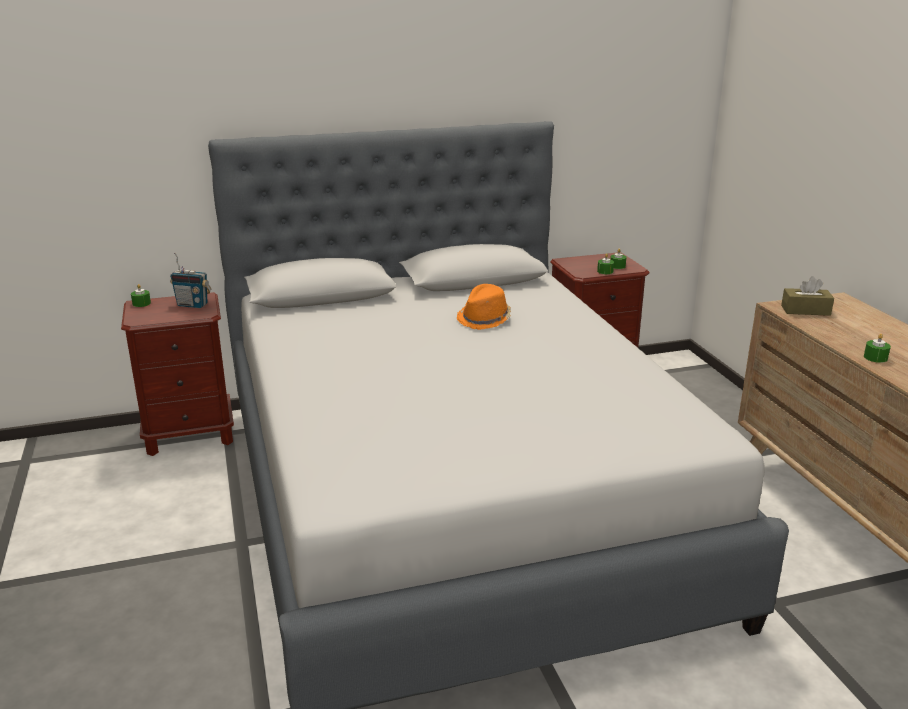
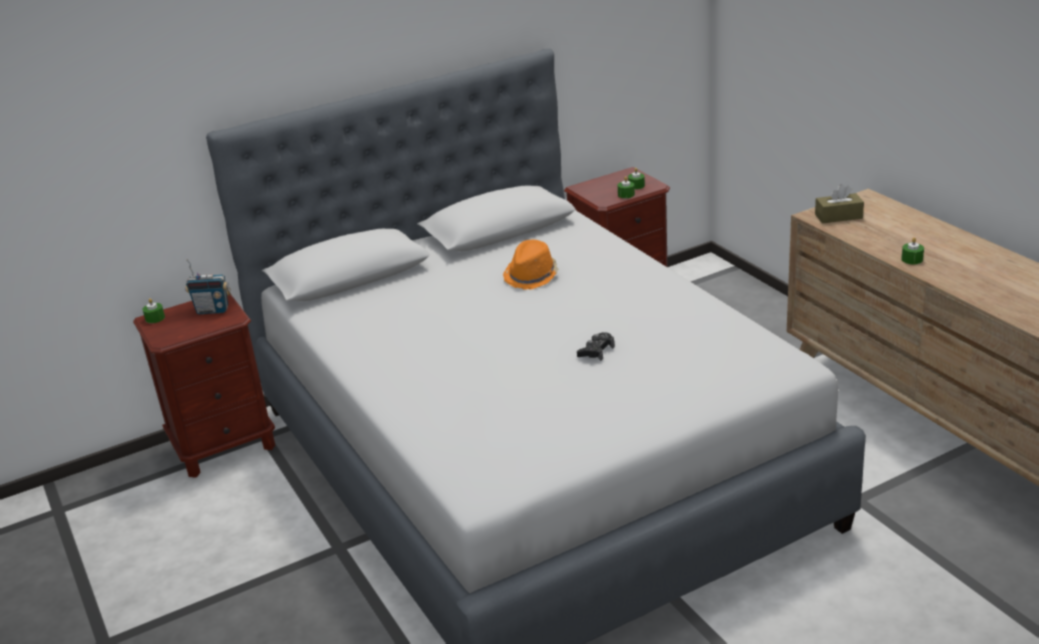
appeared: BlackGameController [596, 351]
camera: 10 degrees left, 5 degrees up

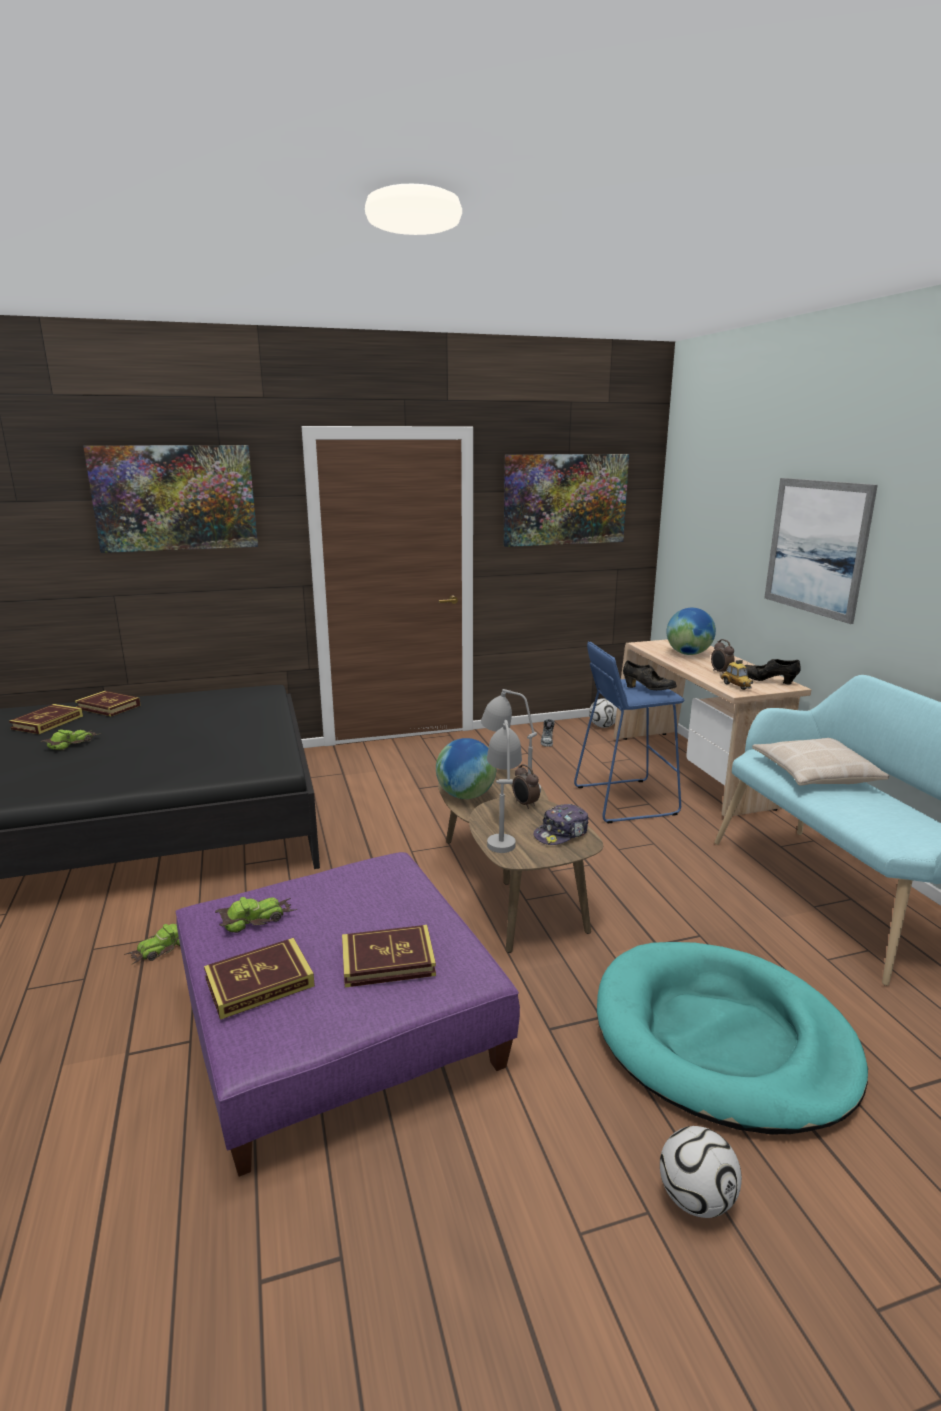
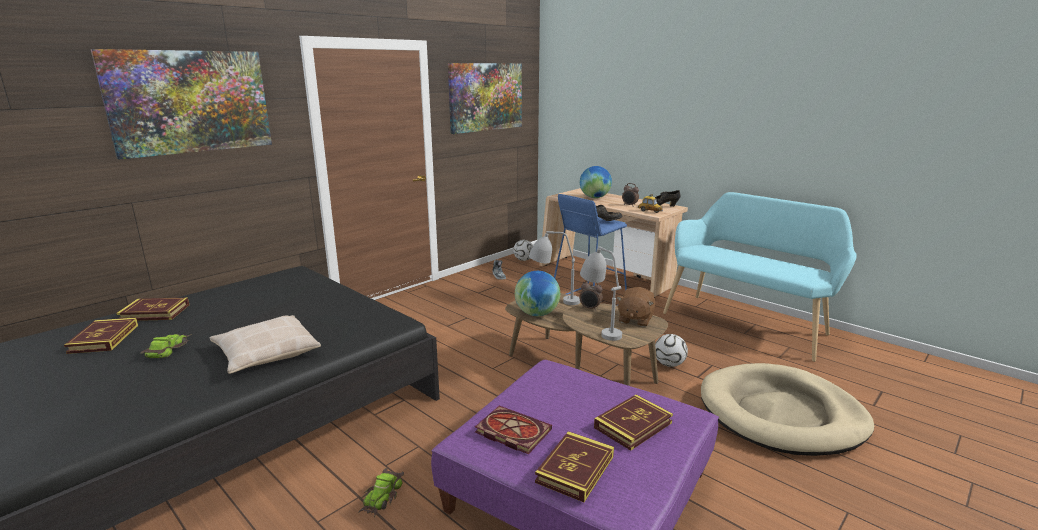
missing: Picture [816, 547]
relocated: BeigePillow [814, 774] to [266, 353]; Football [696, 1198] to [669, 364]
exchanged: ToyCar [256, 918] to Book [510, 431]; Cap [561, 833] to BrownPlushToy [635, 319]
colour: TurquoiseDogBed [722, 1039] to BeigeDogBed [781, 414]
camera: 30 degrees left, 0 degrees up

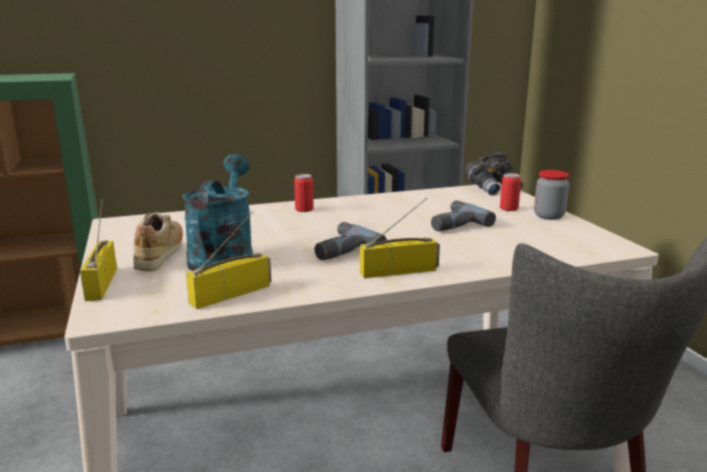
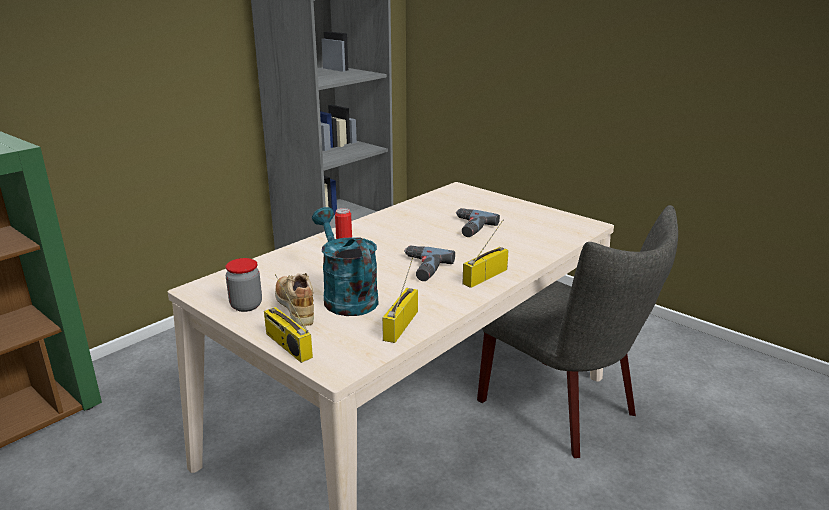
missing: GreyBinoculars [493, 189]; Can [508, 208]
relocated: Jar [549, 216] to [246, 306]
camera: 30 degrees left, 5 degrees up

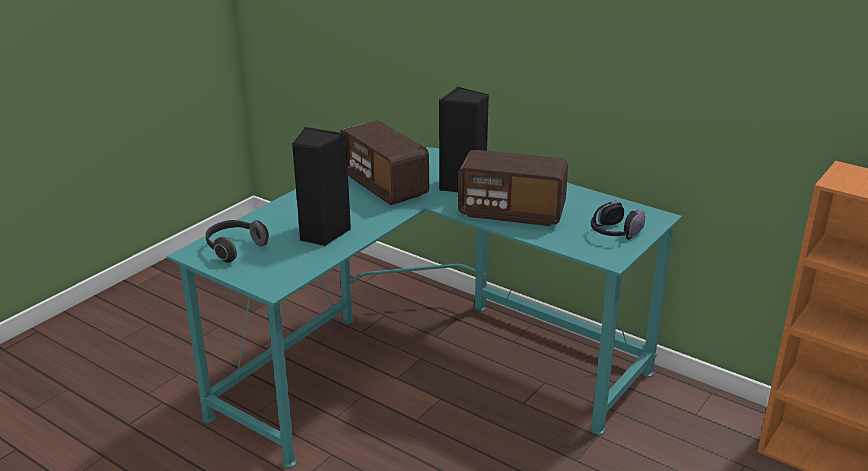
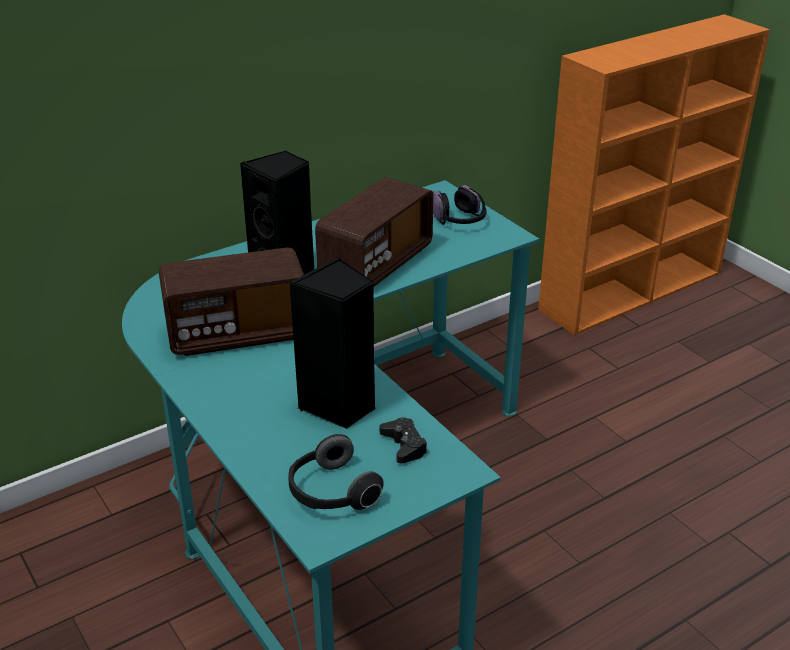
appeared: BlackGameController [404, 445]
camera: 70 degrees left, 5 degrees up

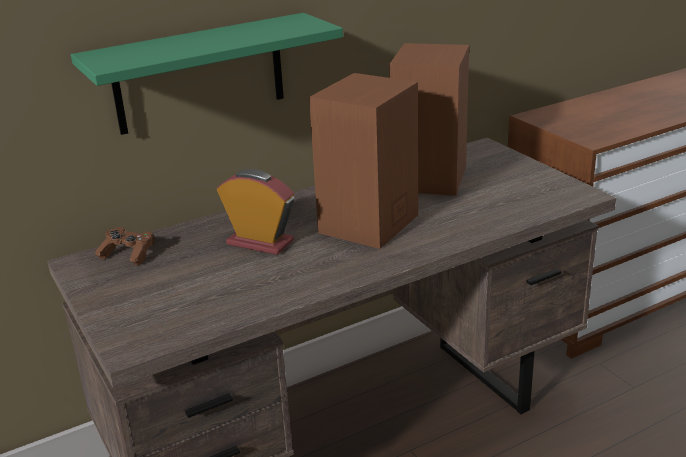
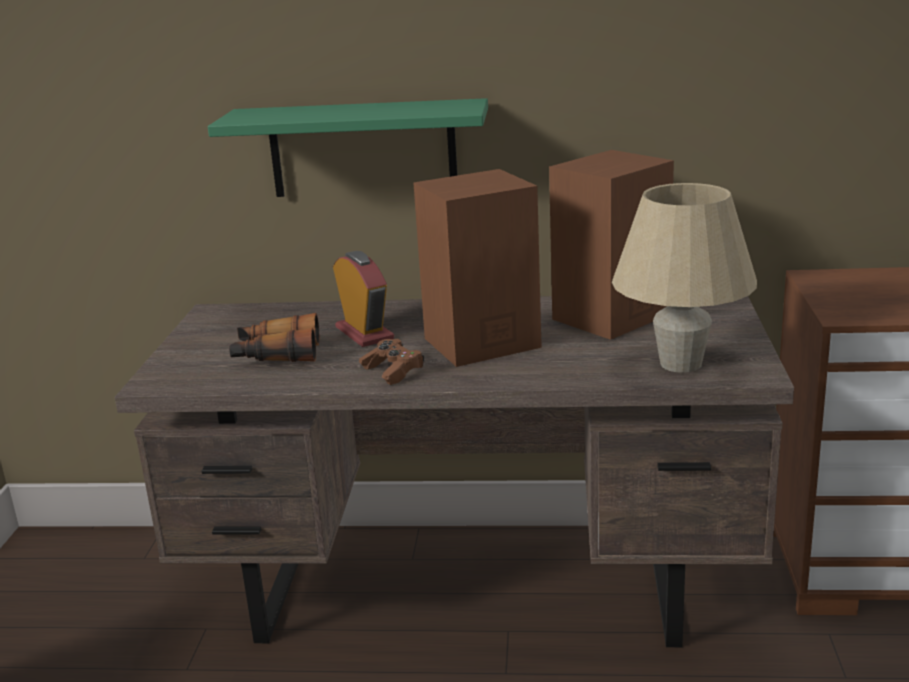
appeared: Binoculars [276, 354]; BeigeTableLamp [680, 364]
relocated: BrownGameController [128, 254] to [392, 371]
camera: 35 degrees right, 5 degrees down

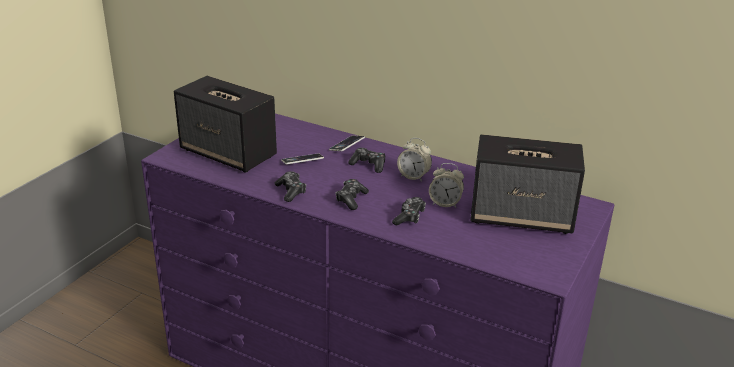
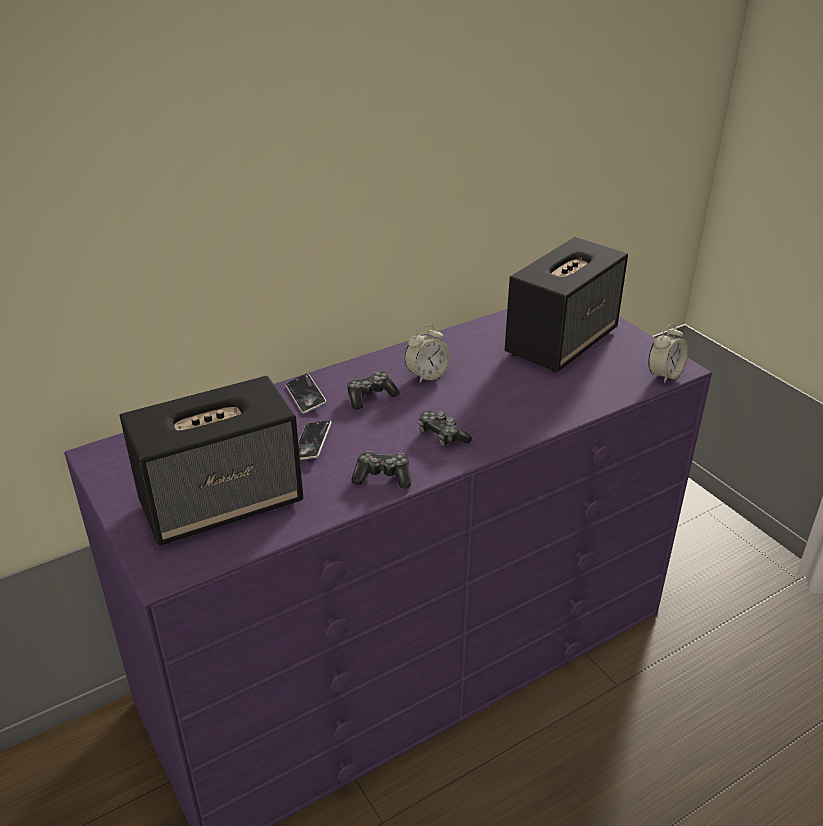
missing: GameController [409, 217]
relocated: AlarmClock [445, 203] to [664, 375]
camera: 60 degrees left, 5 degrees up

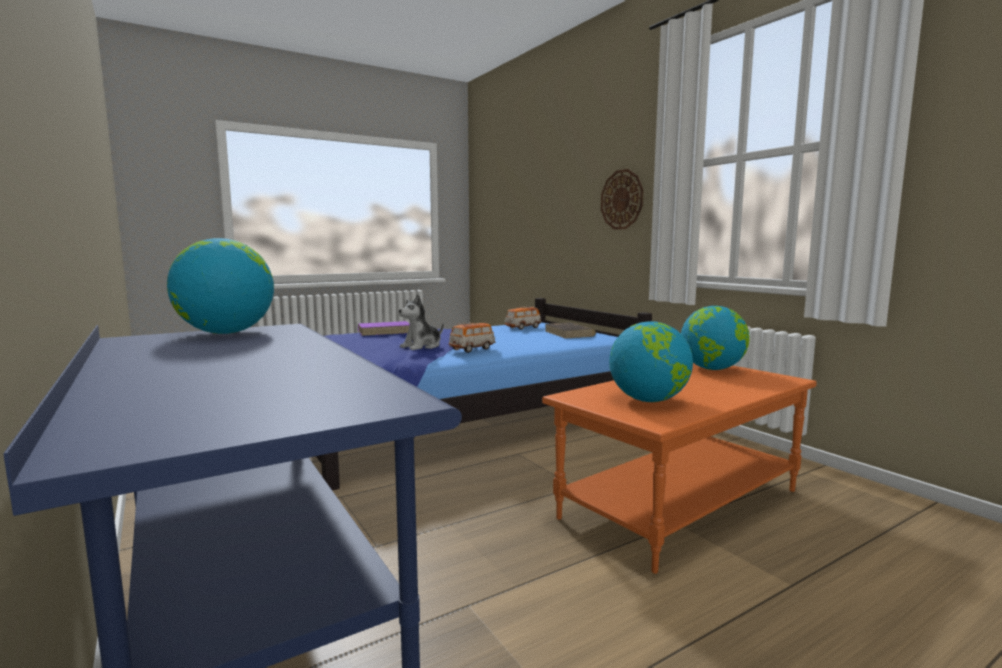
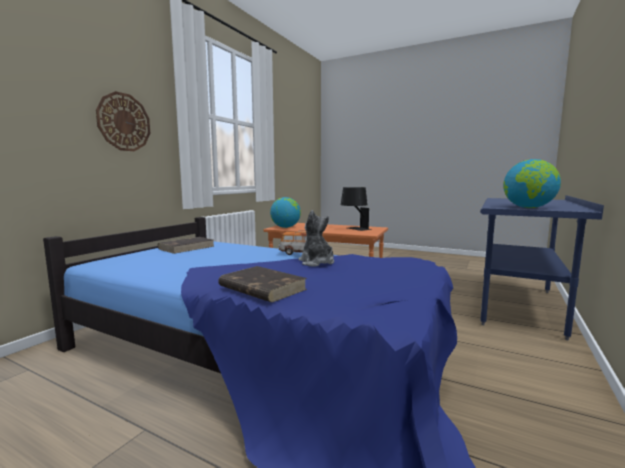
missing: ToyCar [522, 328]
exchanged: Globe [649, 400] to BlackTableLamp [355, 229]
colour: PurpleBook [385, 331] to BrownBook [261, 288]
spun: PlushToy [422, 346] = [317, 263] 135 degrees counterclockwise
camera: 120 degrees left, 0 degrees up

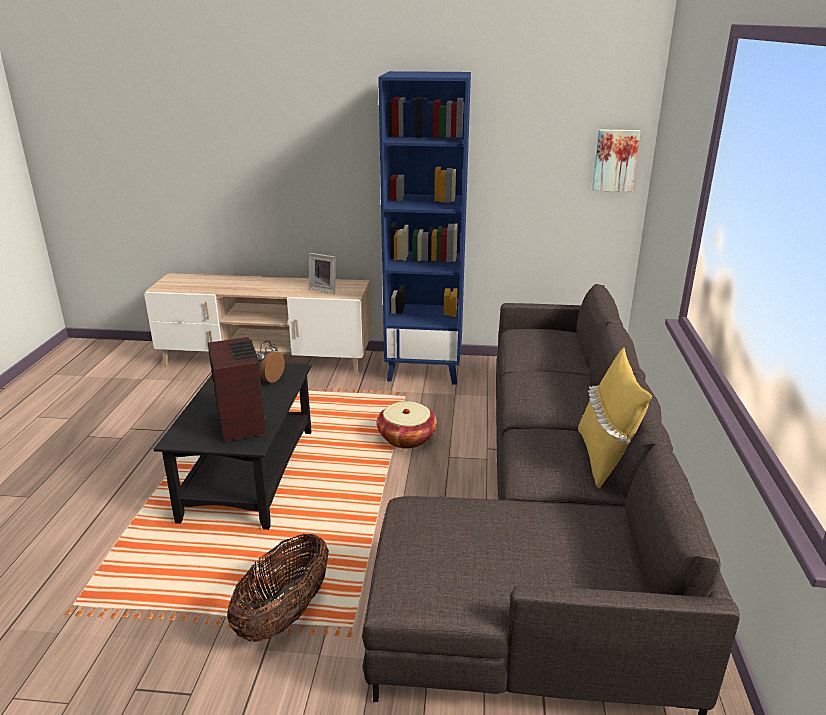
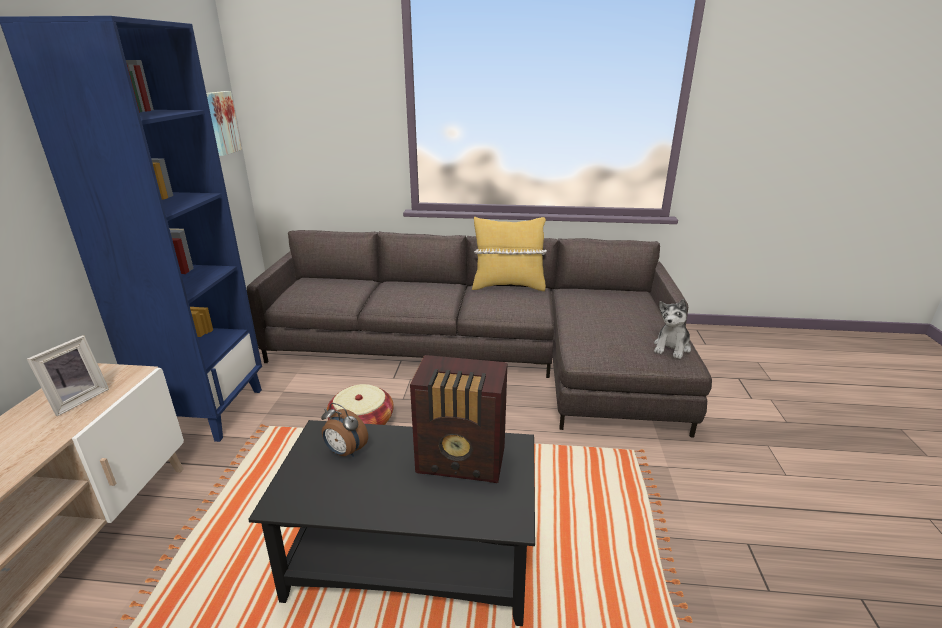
missing: Basket [284, 615]
appeared: PlushToy [672, 347]
spun: Radio [242, 422] = [462, 462] 150 degrees counterclockwise
camera: 90 degrees left, 0 degrees up

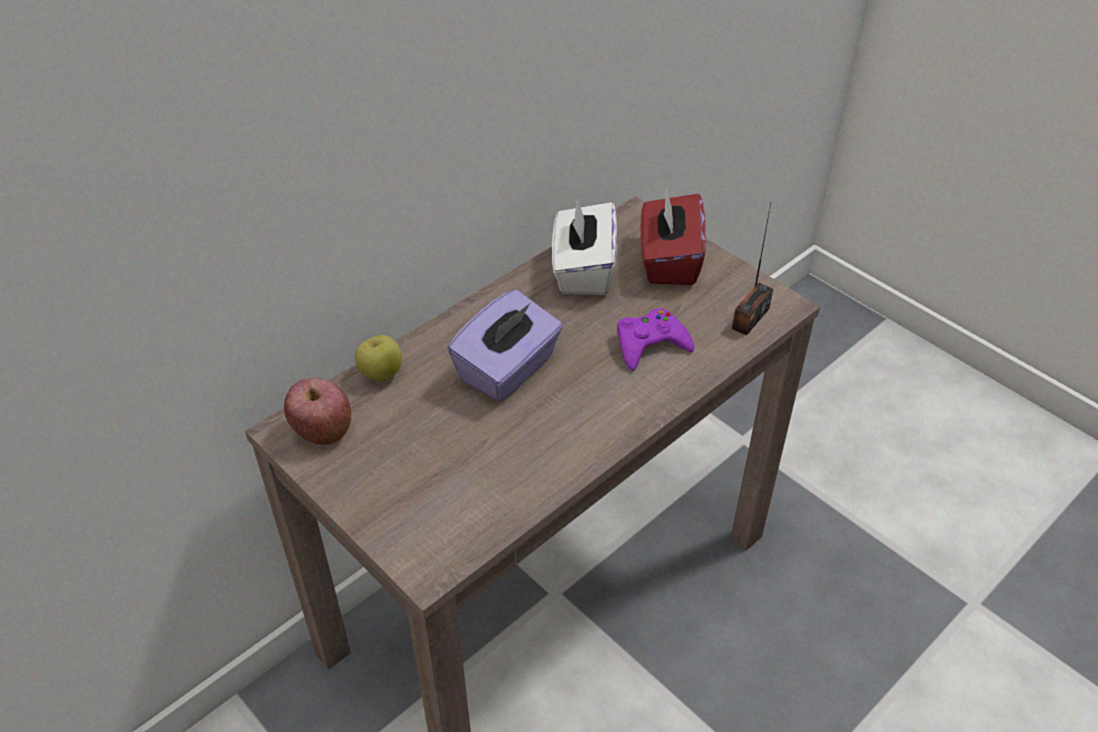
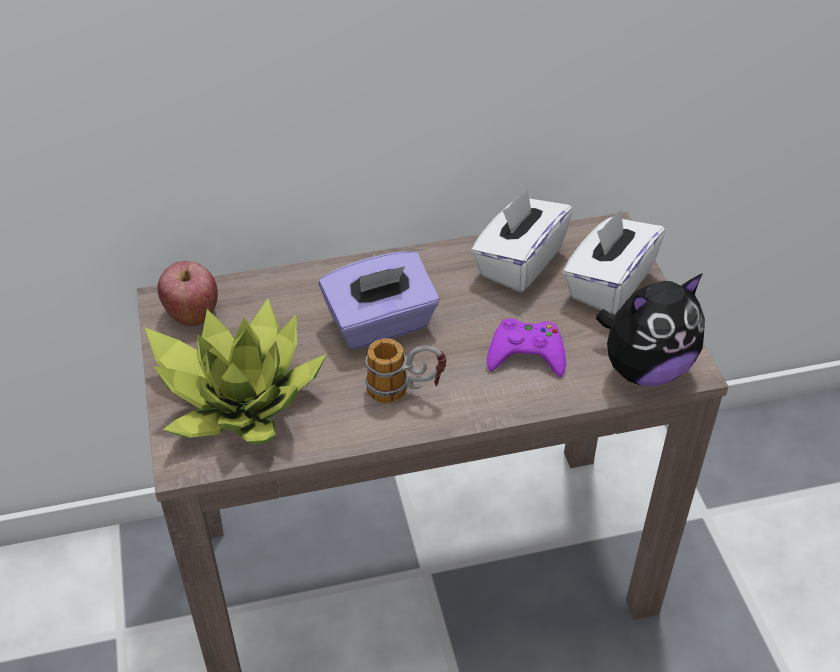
missing: Apple [381, 373]
appeared: PottedPlant [239, 397]; Mug [405, 391]
exchanged: Radio [750, 318] to PlushToy [644, 369]
colour: RedTissueBox [669, 261] to WhiteTissueBox [608, 284]
camera: 30 degrees right, 0 degrees up

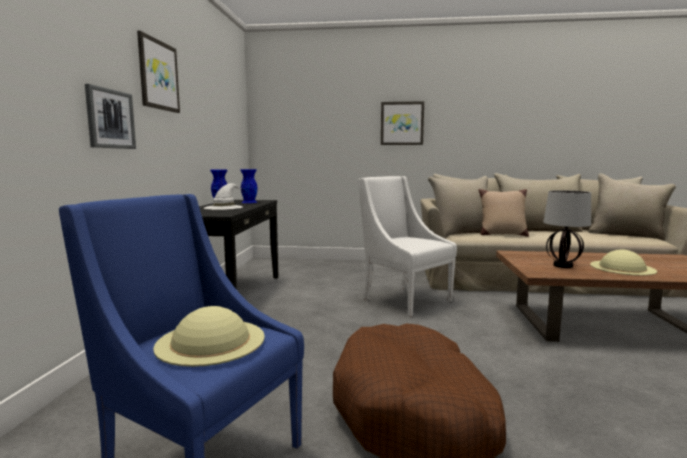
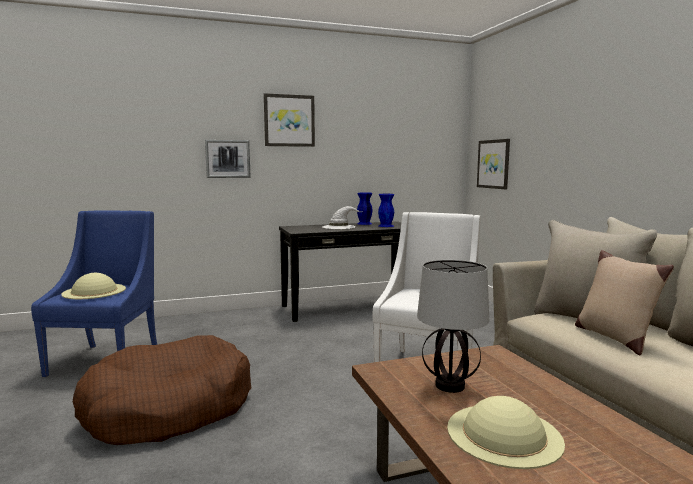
relocated: Picture [402, 123] to [493, 164]
camera: 65 degrees right, 0 degrees up

